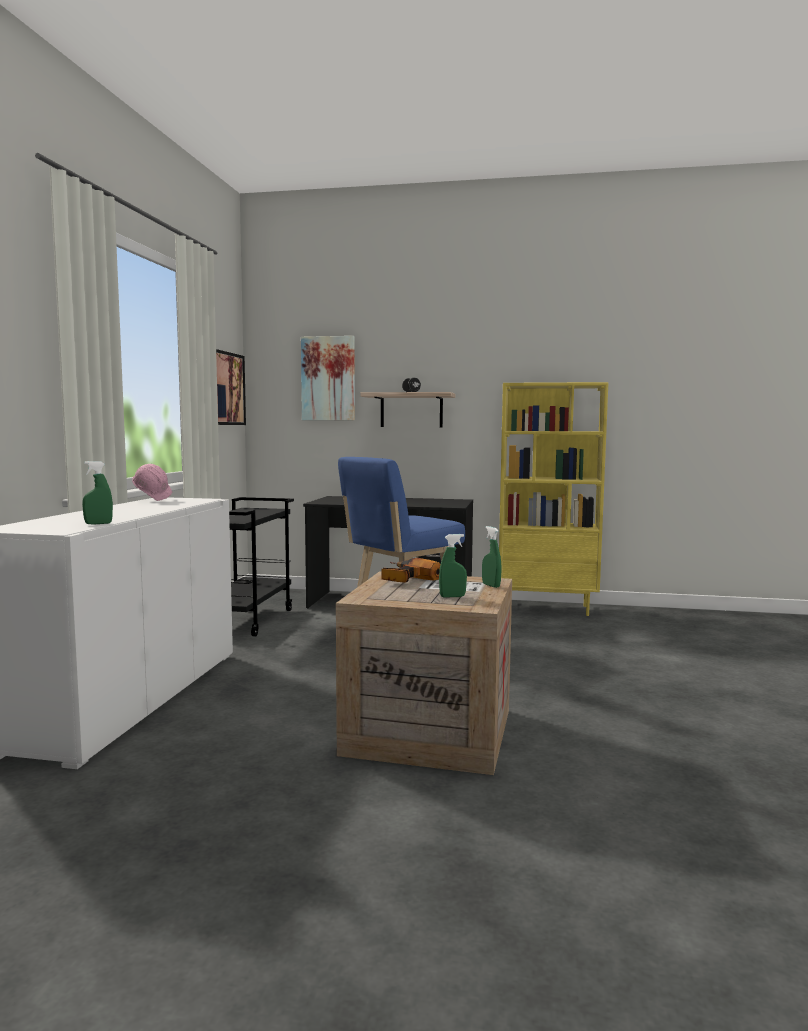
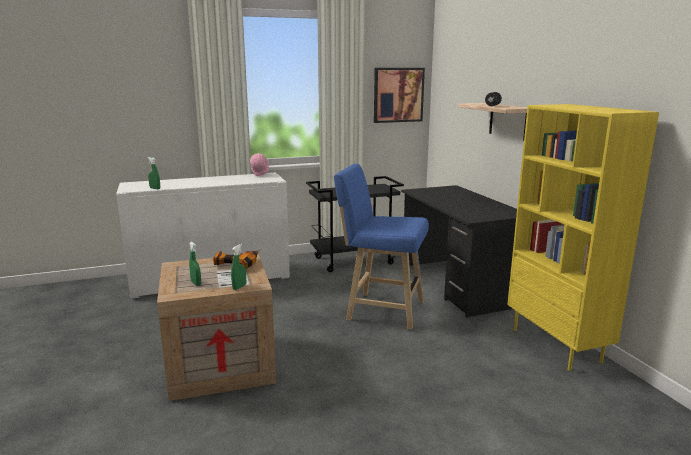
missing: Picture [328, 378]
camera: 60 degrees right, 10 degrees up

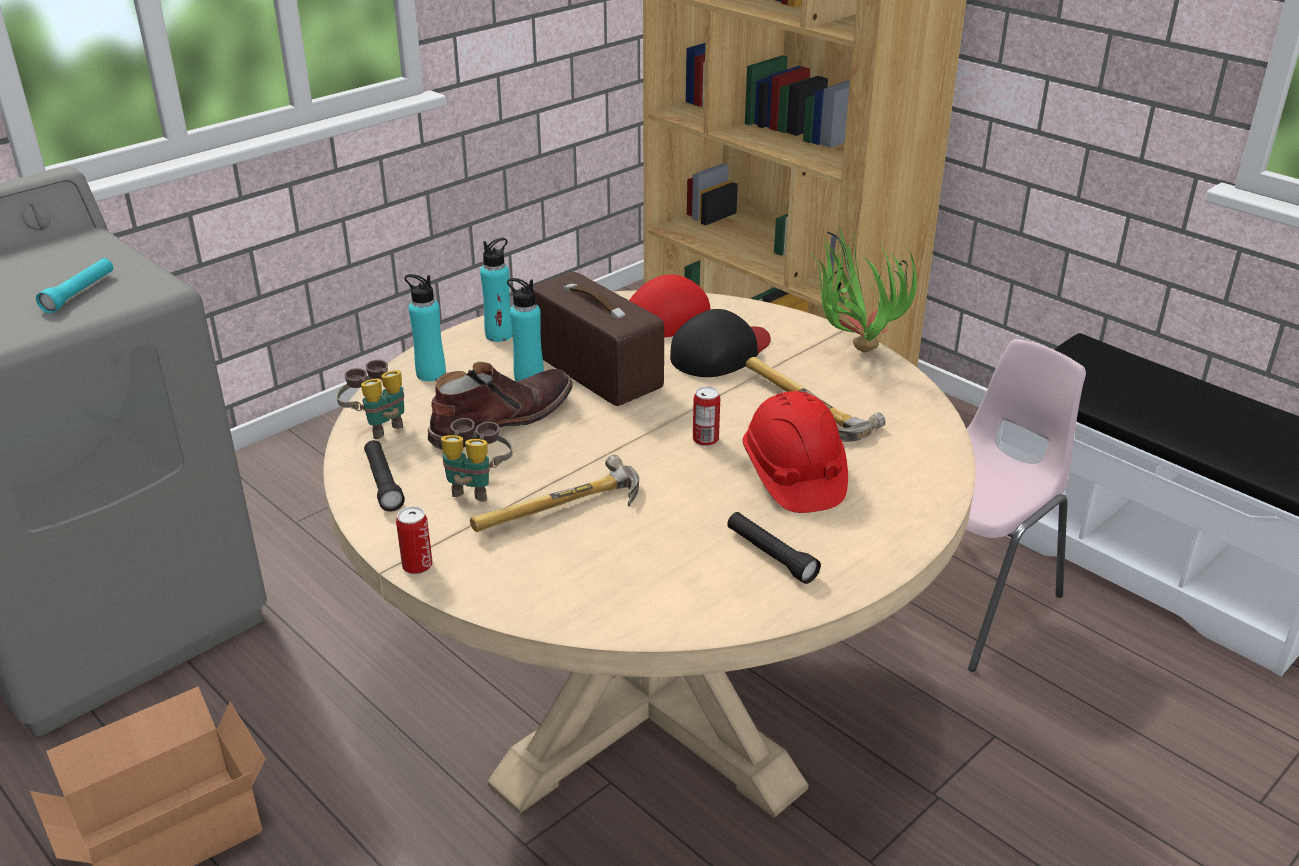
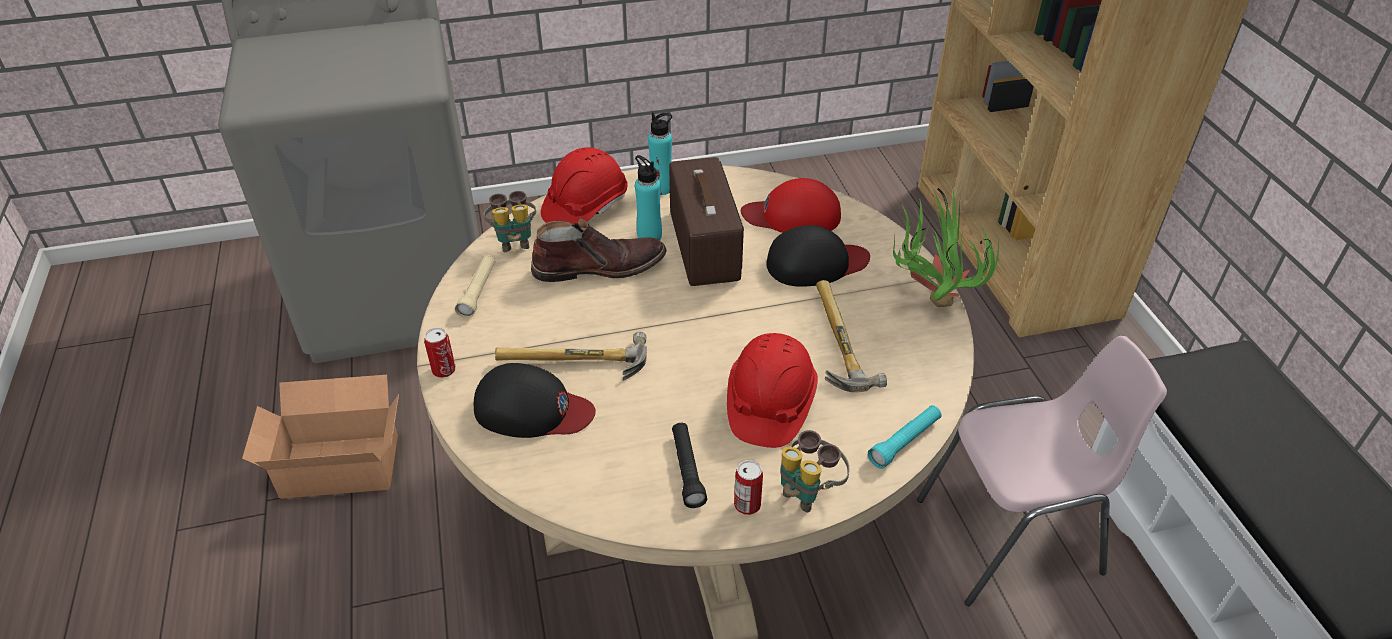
appeared: BlackCap [532, 409]
relocated: Can [705, 440] to [747, 505]; Binoculars [476, 486] to [808, 491]; TurquoiseFlashlight [79, 293] to [904, 442]
exchanged: TurquoiseBottle [431, 374] to RedHardHat [585, 207]
colour: BlackFlashlight [383, 483] to BeigeFlashlight [478, 292]
camera: 30 degrees right, 10 degrees up

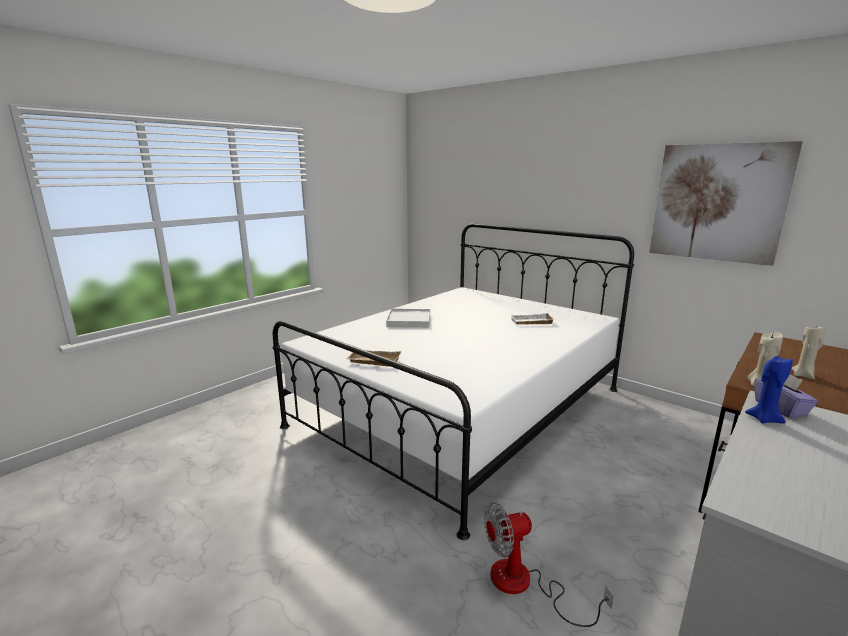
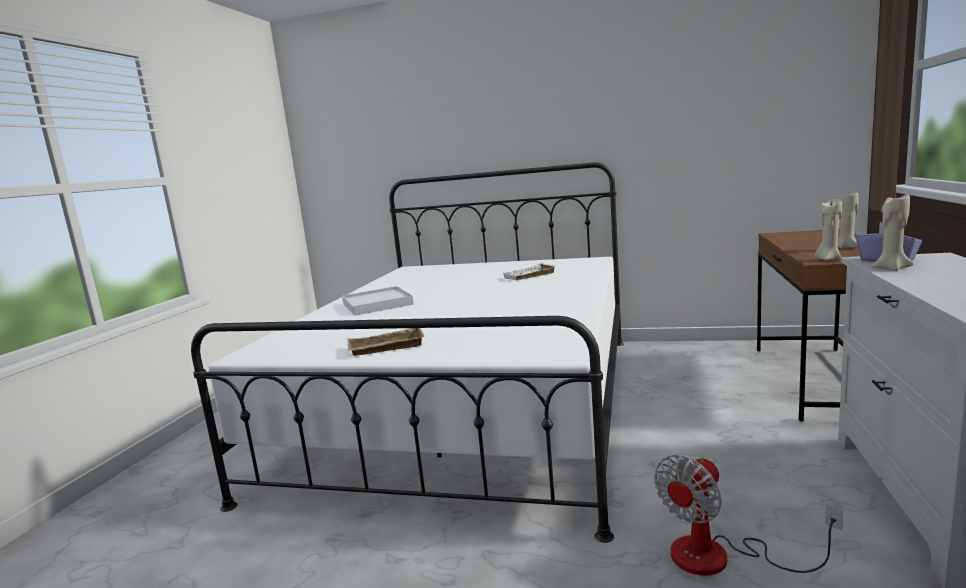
missing: Picture [717, 203]
colour: BlueCandle [764, 419] to BeigeCandle [890, 268]
camera: 25 degrees left, 5 degrees down

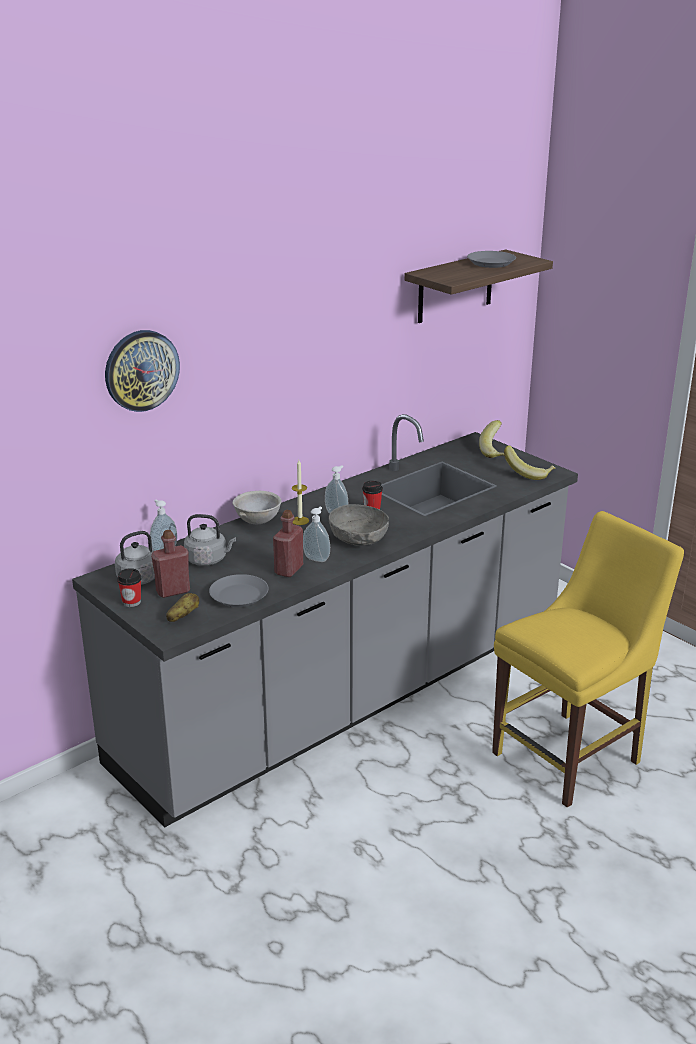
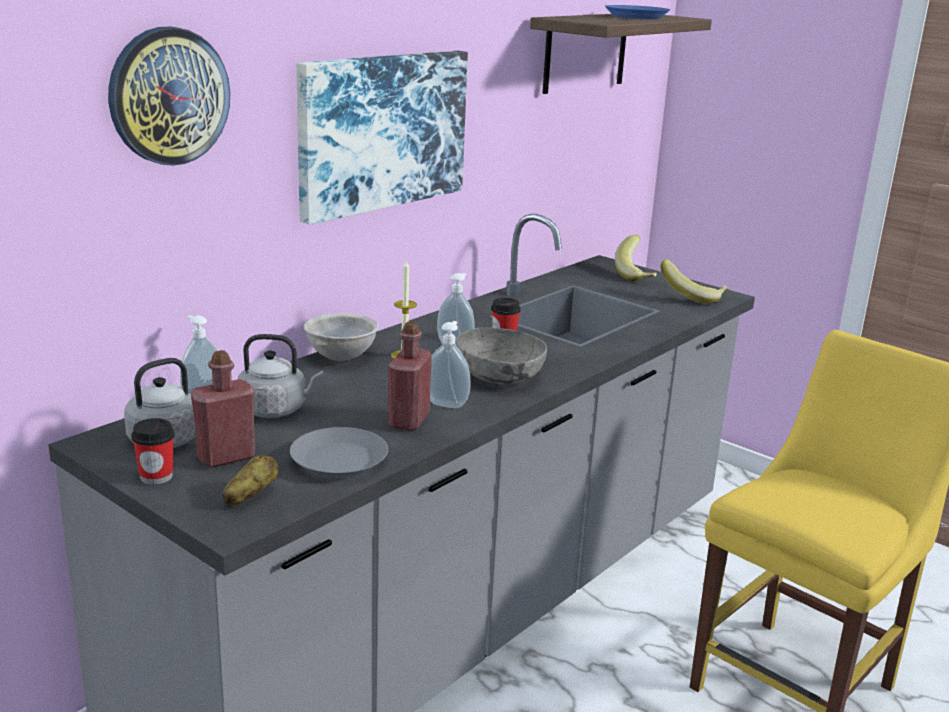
appeared: Picture [381, 131]
colour: GreyPlate [490, 263] to BluePlate [635, 17]
camera: 10 degrees left, 5 degrees down

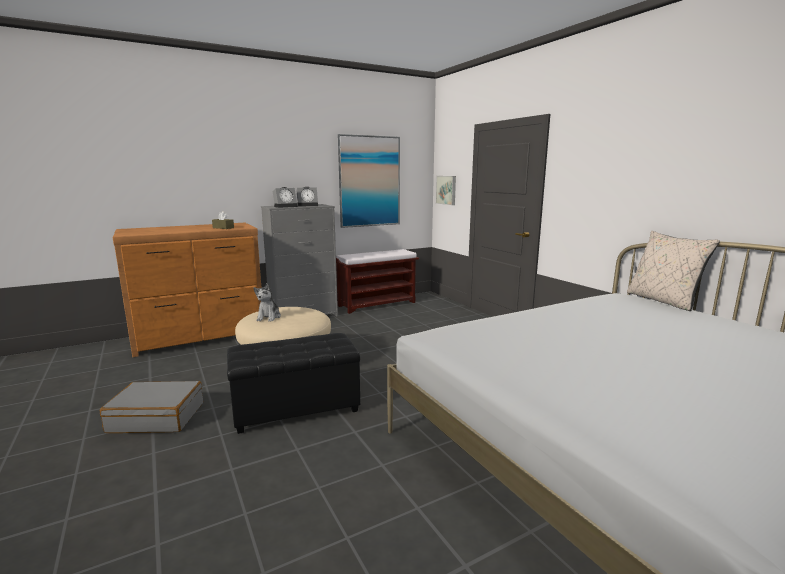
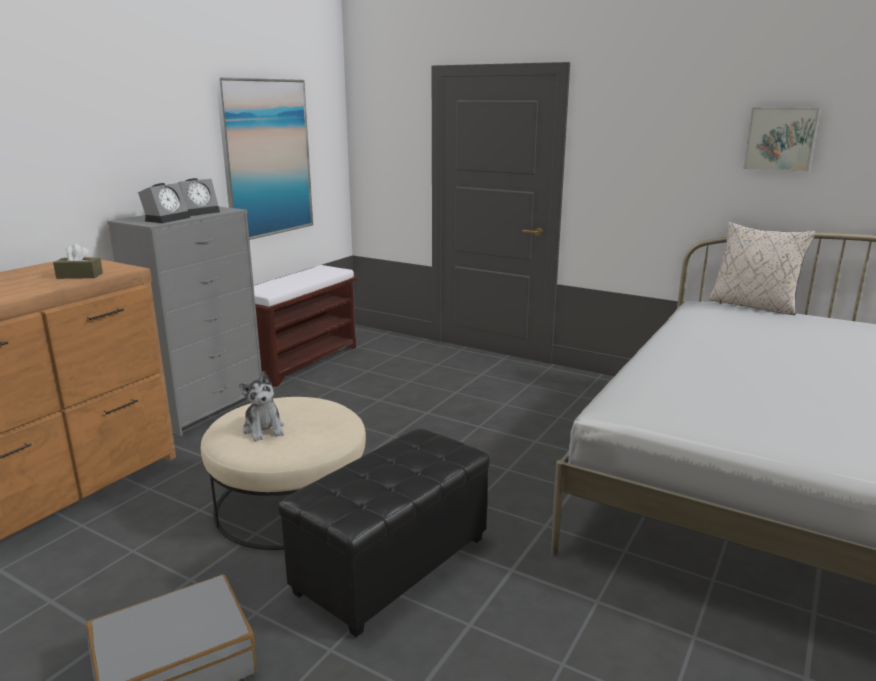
relocated: Picture [446, 190] to [781, 139]
camera: 30 degrees left, 5 degrees up

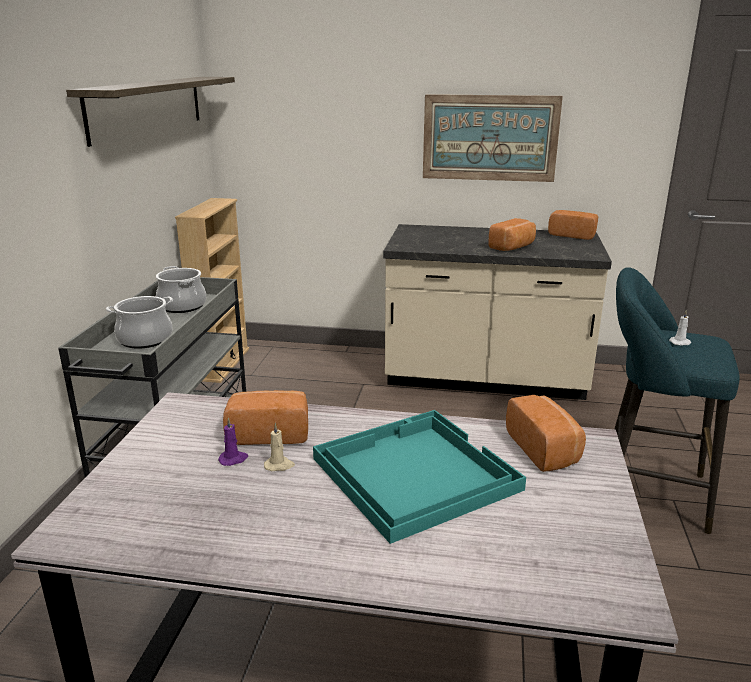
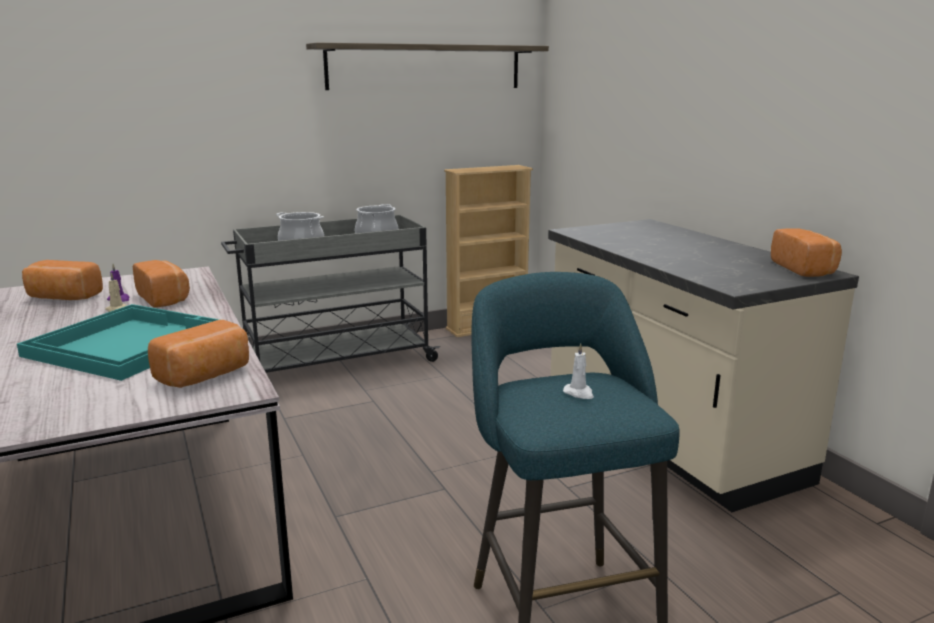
missing: Picture [490, 138]
relocated: Bread [513, 247] to [63, 297]
camera: 55 degrees right, 5 degrees down

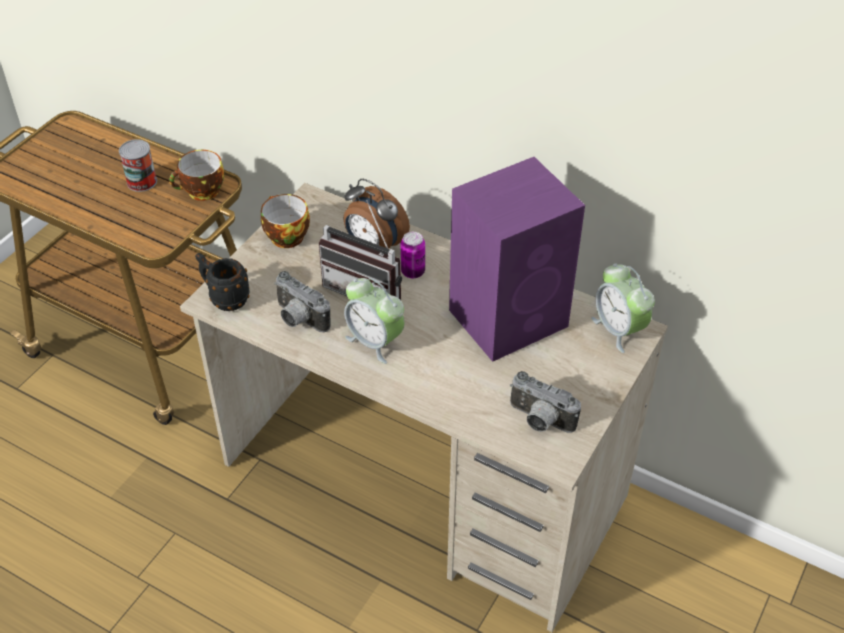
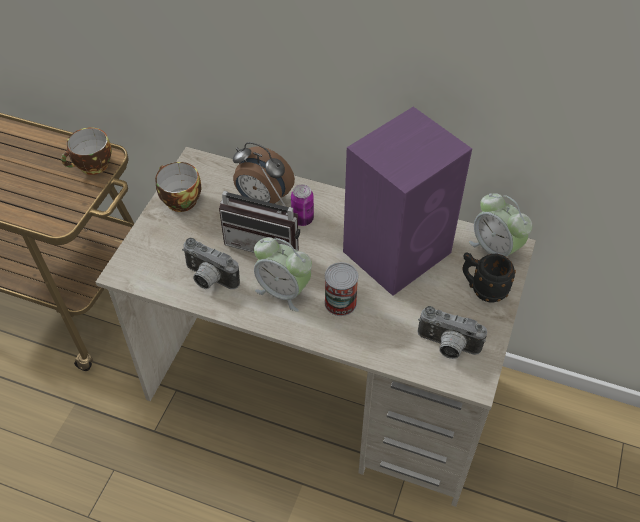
relocated: Can [142, 182] to [340, 302]; BlackMug [224, 298] to [482, 289]
camera: 10 degrees left, 5 degrees up

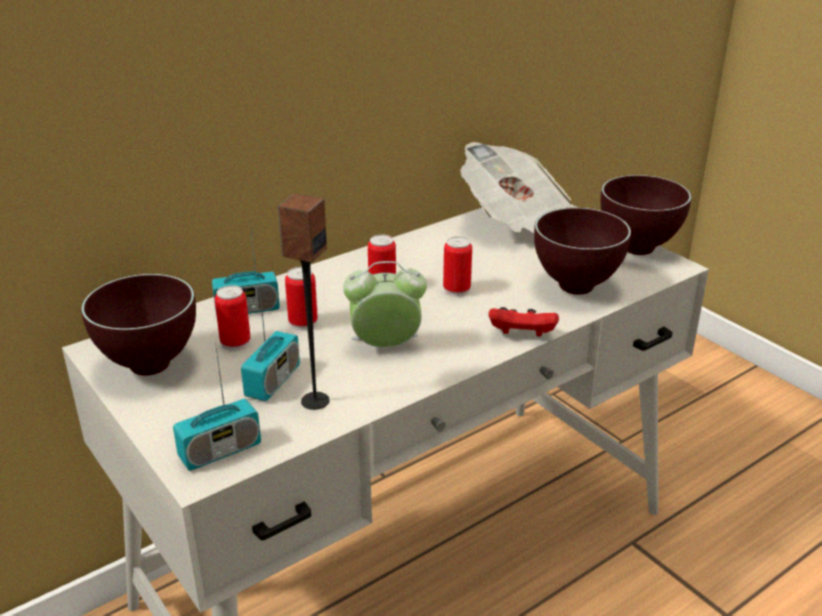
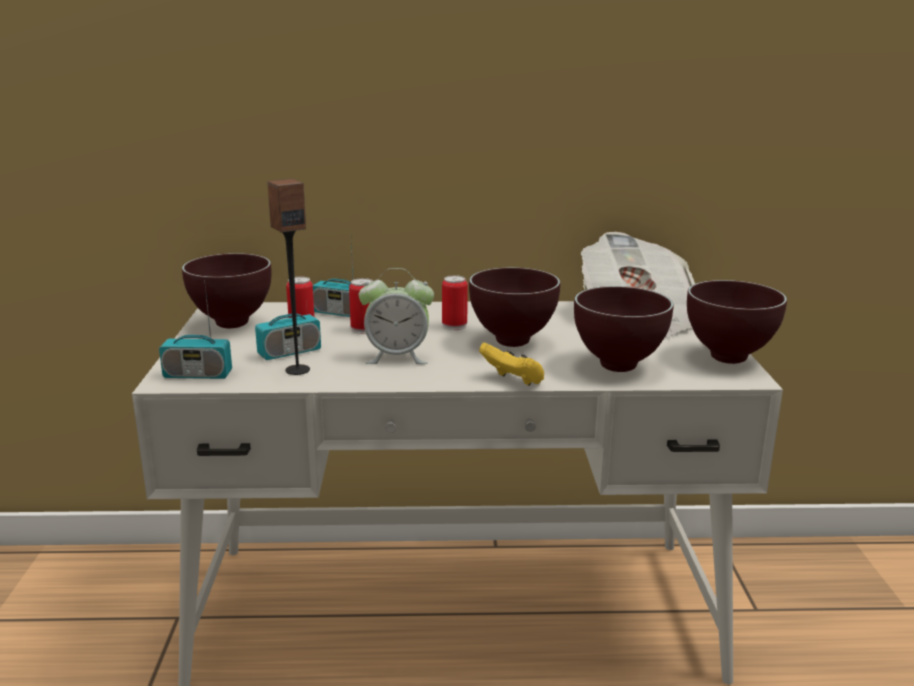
exchanged: Can [456, 289] to BrownBowl [510, 341]
colour: RedGameController [522, 336] to YellowGameController [513, 381]
spun: AlarmClock [385, 346] = [397, 357] 150 degrees clockwise
camera: 35 degrees right, 10 degrees down

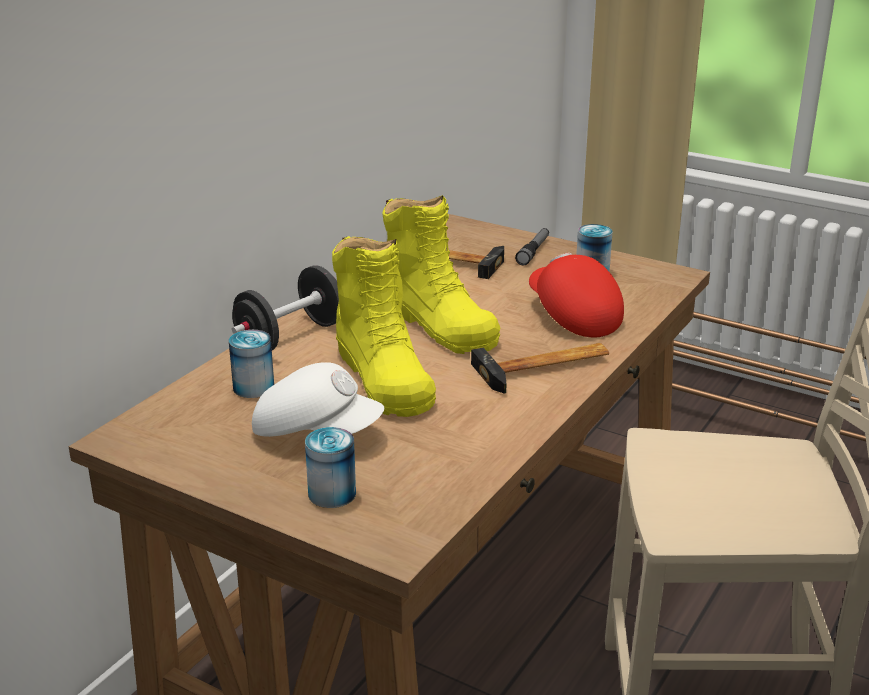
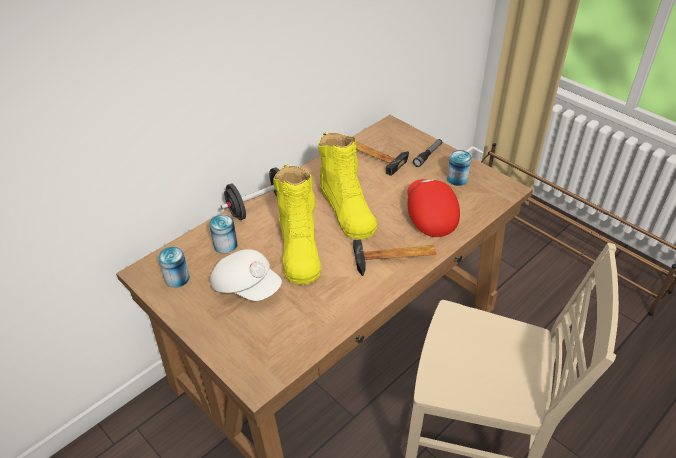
relocated: Can [332, 493] to [177, 278]
camera: 15 degrees right, 15 degrees up

